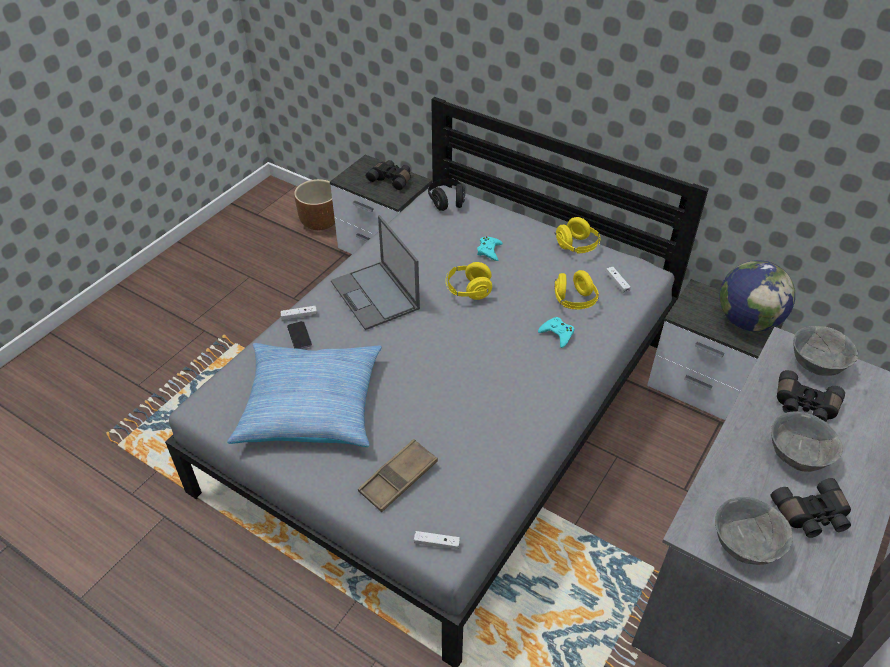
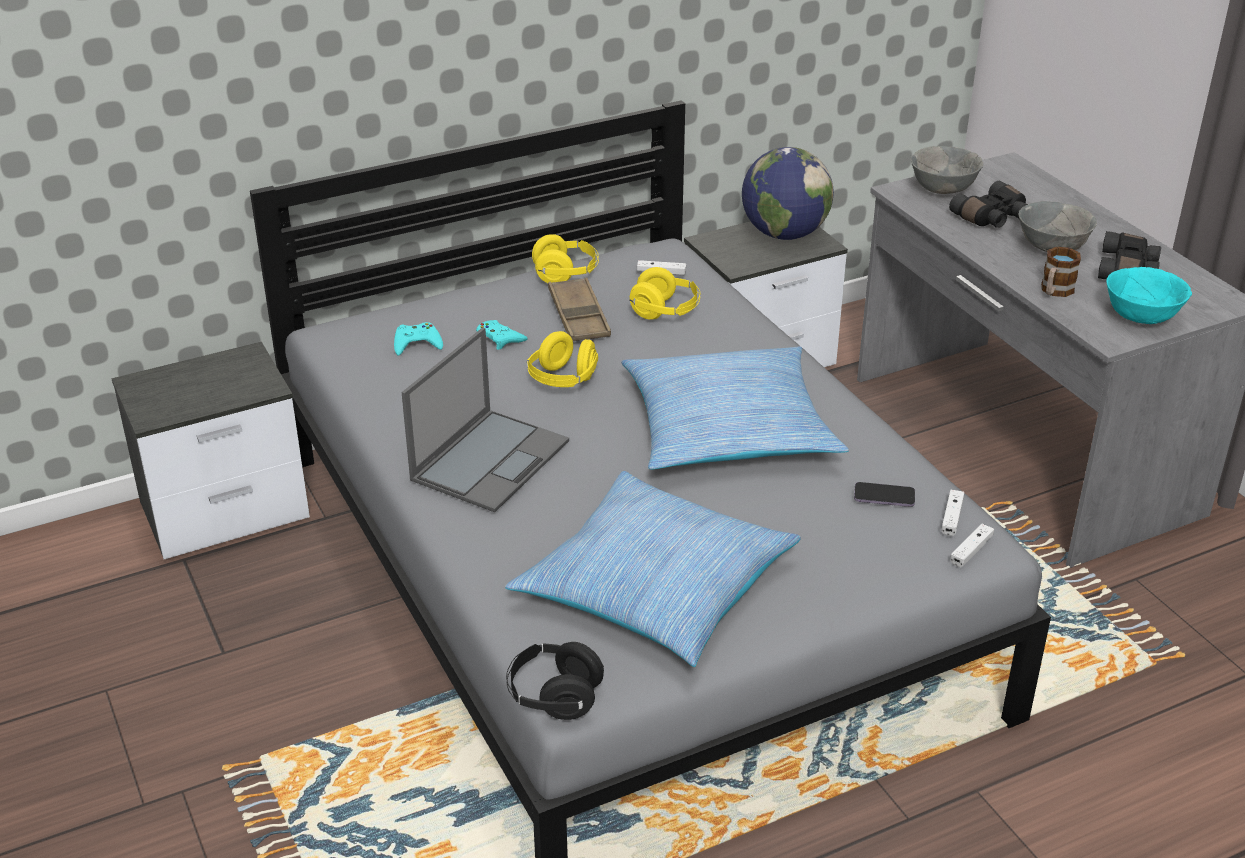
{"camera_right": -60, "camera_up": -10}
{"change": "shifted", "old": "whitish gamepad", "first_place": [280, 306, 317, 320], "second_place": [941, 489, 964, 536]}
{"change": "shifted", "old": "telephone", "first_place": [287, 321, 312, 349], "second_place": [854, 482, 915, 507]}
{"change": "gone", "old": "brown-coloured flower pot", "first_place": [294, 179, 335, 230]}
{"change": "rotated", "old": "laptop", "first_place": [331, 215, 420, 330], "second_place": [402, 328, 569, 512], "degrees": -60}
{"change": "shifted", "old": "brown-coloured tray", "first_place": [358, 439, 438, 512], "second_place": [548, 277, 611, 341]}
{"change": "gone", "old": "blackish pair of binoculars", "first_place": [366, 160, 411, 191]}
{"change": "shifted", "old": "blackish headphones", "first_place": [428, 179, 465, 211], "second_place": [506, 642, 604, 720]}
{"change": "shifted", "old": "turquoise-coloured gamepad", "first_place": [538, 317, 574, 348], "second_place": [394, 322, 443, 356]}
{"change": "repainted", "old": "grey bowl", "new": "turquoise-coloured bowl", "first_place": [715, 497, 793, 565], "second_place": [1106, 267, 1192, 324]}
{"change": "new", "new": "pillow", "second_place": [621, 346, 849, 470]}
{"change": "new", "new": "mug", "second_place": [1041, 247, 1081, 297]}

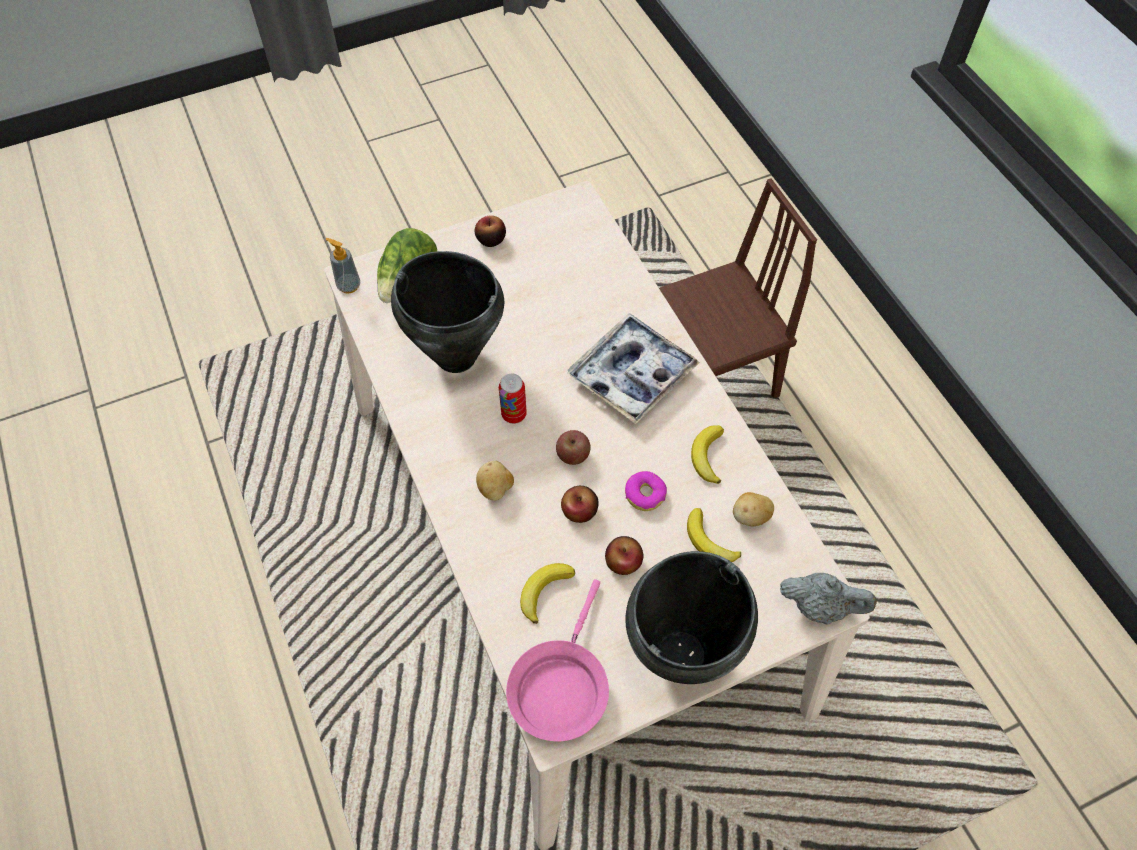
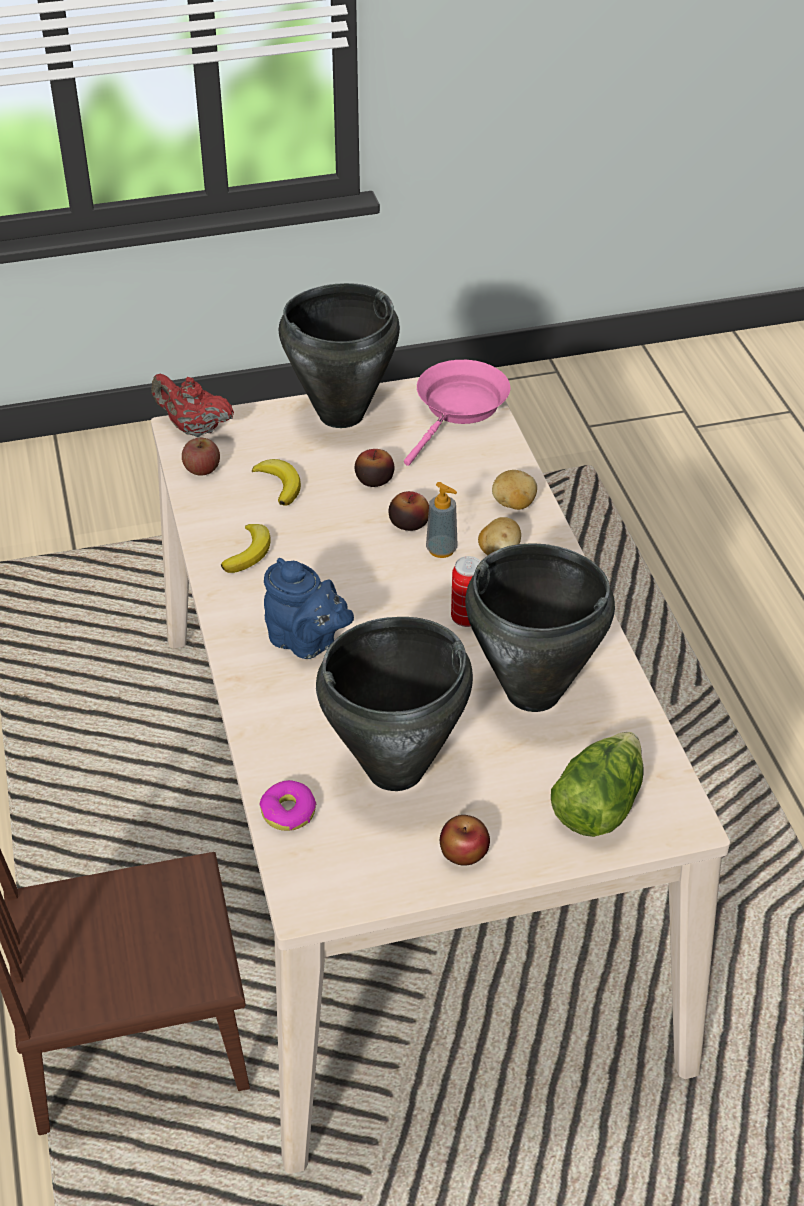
{"camera_right": -170, "camera_up": -15}
{"change": "shifted", "old": "liquid soap bottle", "first_place": [325, 238, 360, 294], "second_place": [426, 482, 457, 558]}
{"change": "gone", "old": "whole banana", "first_place": [520, 563, 575, 624]}
{"change": "shifted", "old": "apple fruit", "first_place": [556, 430, 591, 465], "second_place": [182, 438, 220, 476]}
{"change": "swapped", "old": "tray", "new": "bluish pot for tea", "first_place": [568, 313, 700, 424], "second_place": [264, 558, 354, 659]}
{"change": "shifted", "old": "doughnut", "first_place": [625, 471, 667, 511], "second_place": [259, 780, 316, 831]}
{"change": "shifted", "old": "whole potato", "first_place": [733, 492, 774, 526], "second_place": [492, 470, 537, 510]}
{"change": "repainted", "old": "grey pot for tea", "new": "red pot for tea", "first_place": [780, 573, 876, 625], "second_place": [151, 374, 234, 437]}
{"change": "new", "new": "blackish saucepot", "second_place": [316, 617, 473, 791]}

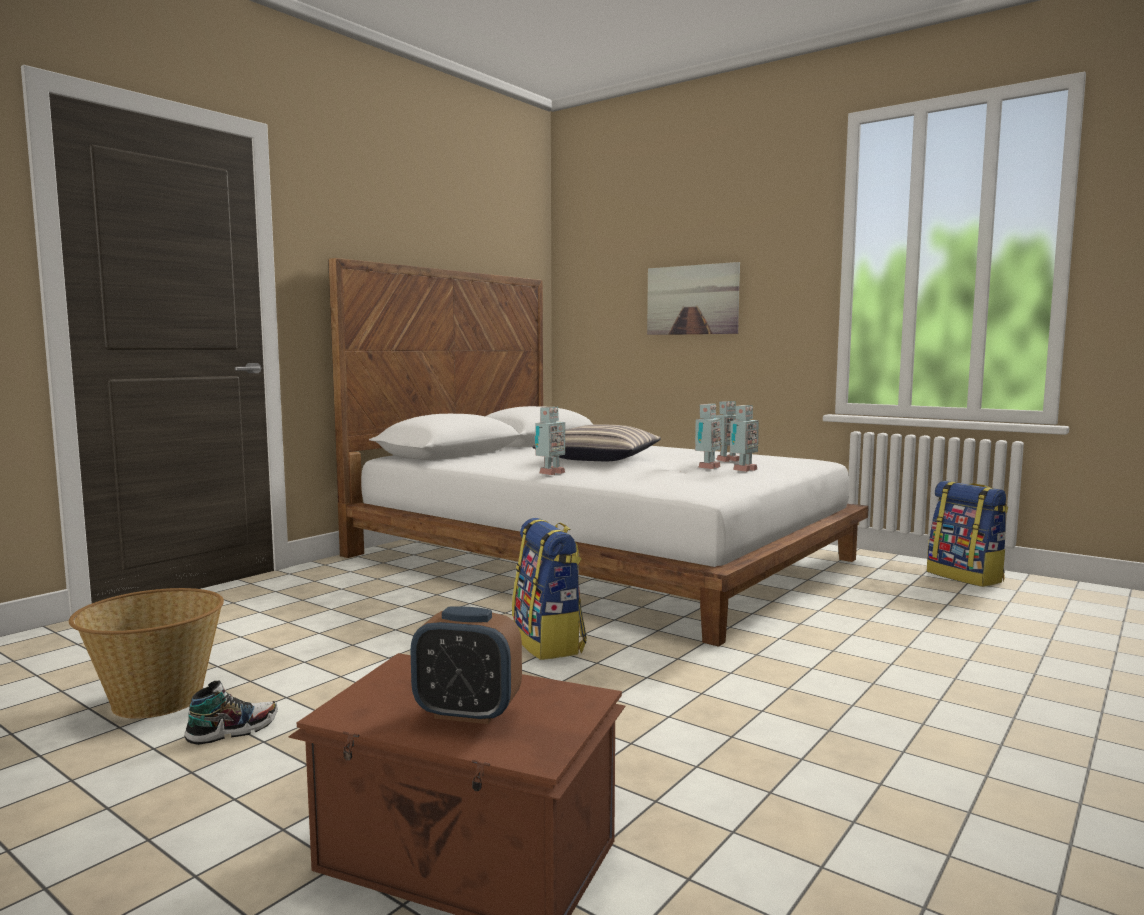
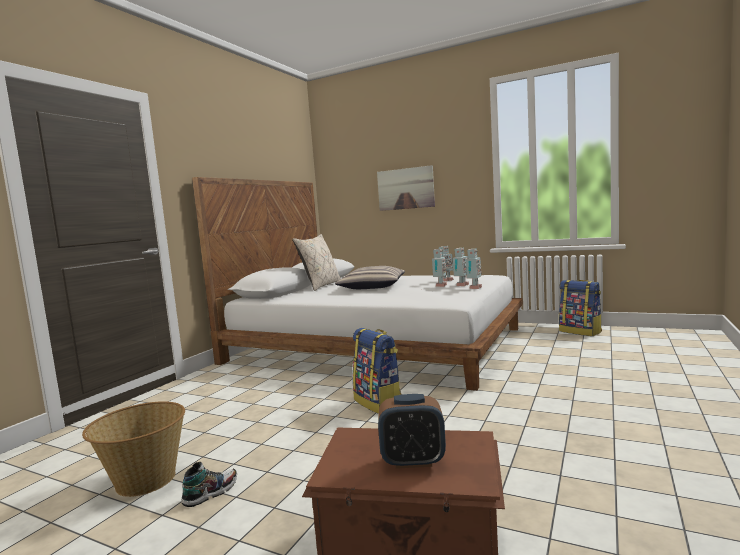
{"camera_right": -10, "camera_up": 0}
{"change": "shifted", "old": "toy robot", "first_place": [535, 407, 566, 475], "second_place": [466, 248, 482, 289]}
{"change": "new", "new": "beige-coloured pillow", "second_place": [292, 234, 341, 291]}

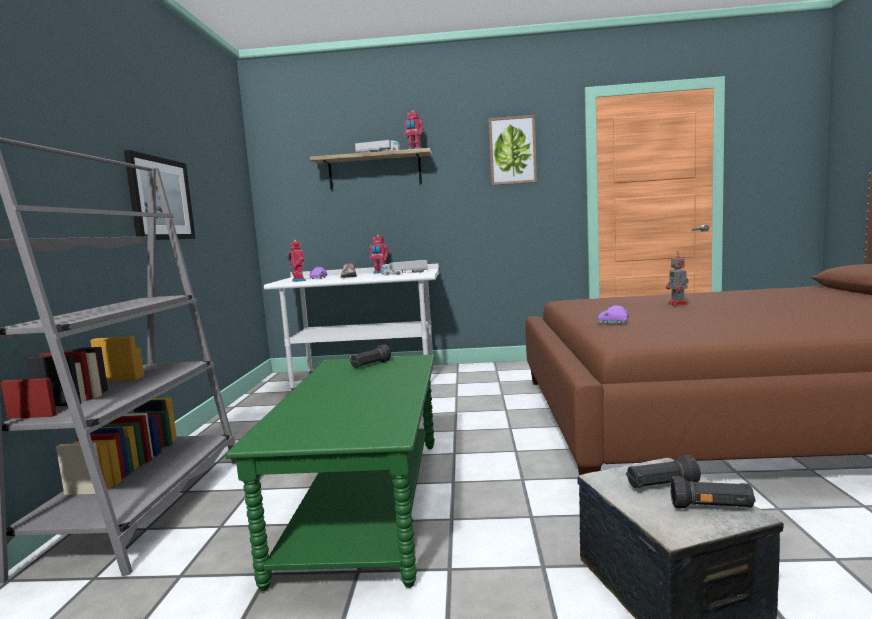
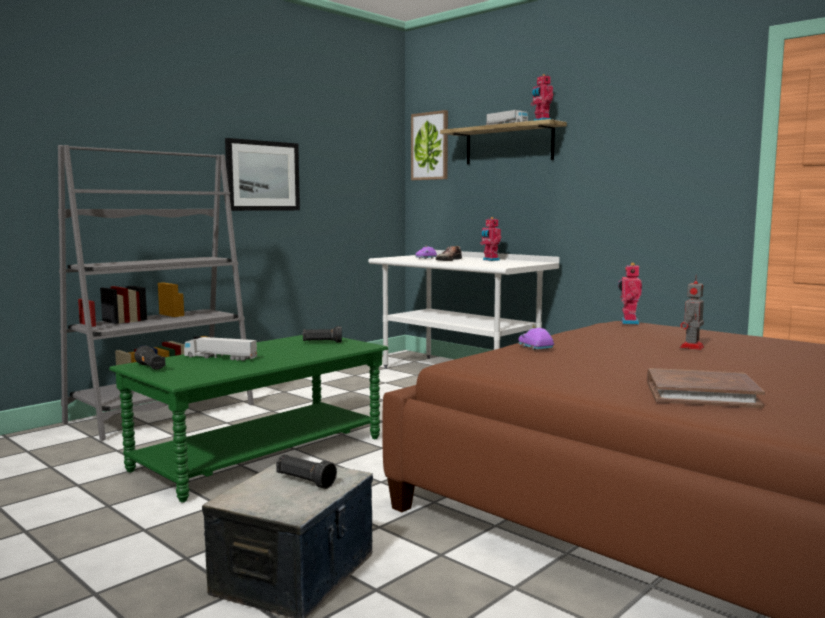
{"camera_right": 40, "camera_up": 0}
{"change": "shifted", "old": "toy robot", "first_place": [287, 240, 306, 282], "second_place": [618, 263, 642, 324]}
{"change": "shifted", "old": "toy truck", "first_place": [381, 260, 428, 276], "second_place": [184, 337, 258, 361]}
{"change": "shifted", "old": "wall picture", "first_place": [488, 115, 537, 185], "second_place": [411, 110, 448, 180]}
{"change": "shifted", "old": "blackish torch", "first_place": [670, 476, 755, 508], "second_place": [134, 346, 165, 370]}
{"change": "new", "new": "brown-coloured volume", "second_place": [647, 368, 765, 408]}

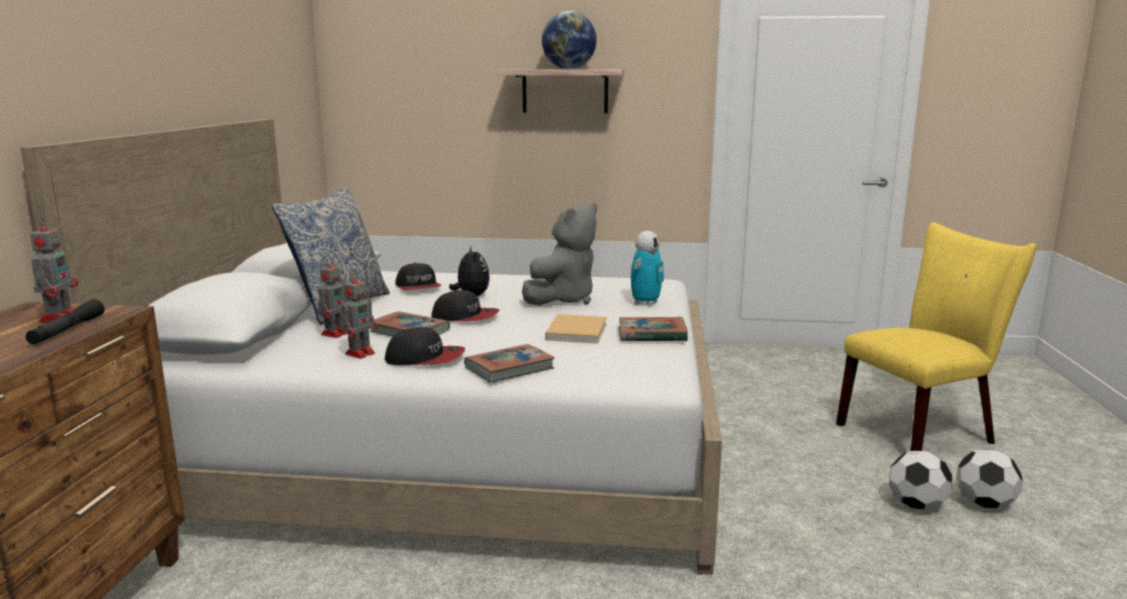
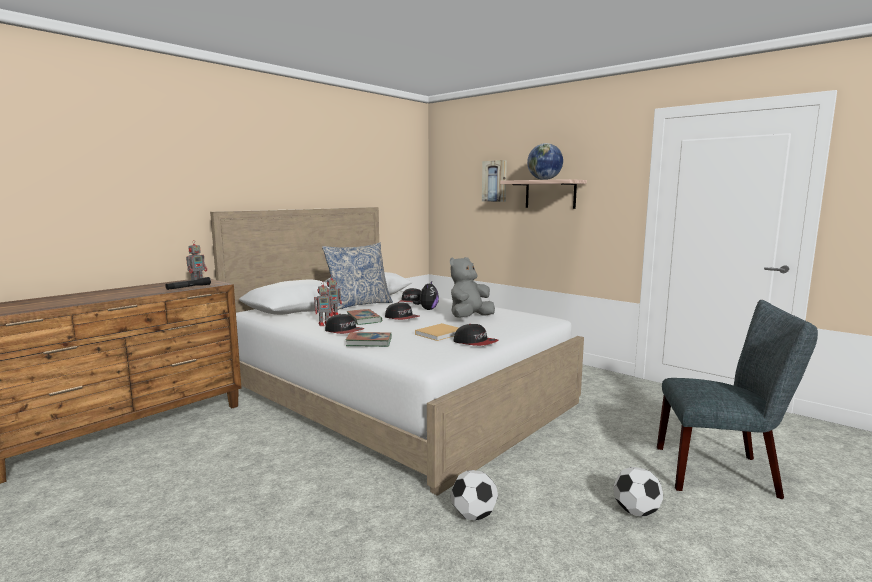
{"camera_right": 35, "camera_up": -5}
{"change": "rotated", "old": "grey soft toy", "first_place": [522, 203, 597, 306], "second_place": [450, 257, 495, 318], "degrees": 150}
{"change": "swapped", "old": "volume", "new": "baseball cap", "first_place": [619, 317, 688, 341], "second_place": [454, 324, 499, 346]}
{"change": "gone", "old": "toy robot", "first_place": [631, 231, 664, 306]}
{"change": "repainted", "old": "yellowish chair", "new": "grey chair", "first_place": [836, 222, 1037, 451], "second_place": [657, 300, 818, 499]}
{"change": "shifted", "old": "football ball", "first_place": [956, 450, 1023, 508], "second_place": [450, 470, 498, 520]}
{"change": "new", "new": "wall picture", "second_place": [482, 160, 507, 202]}

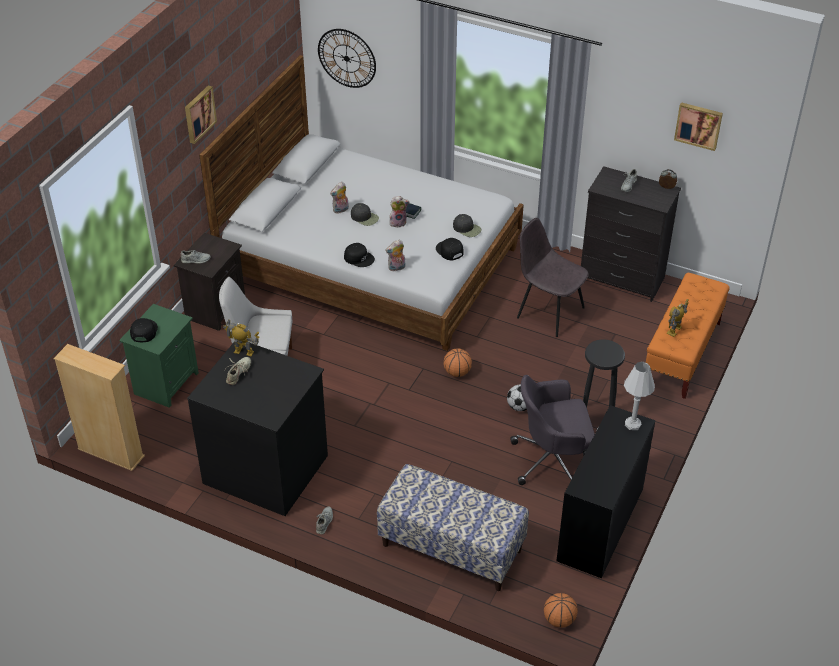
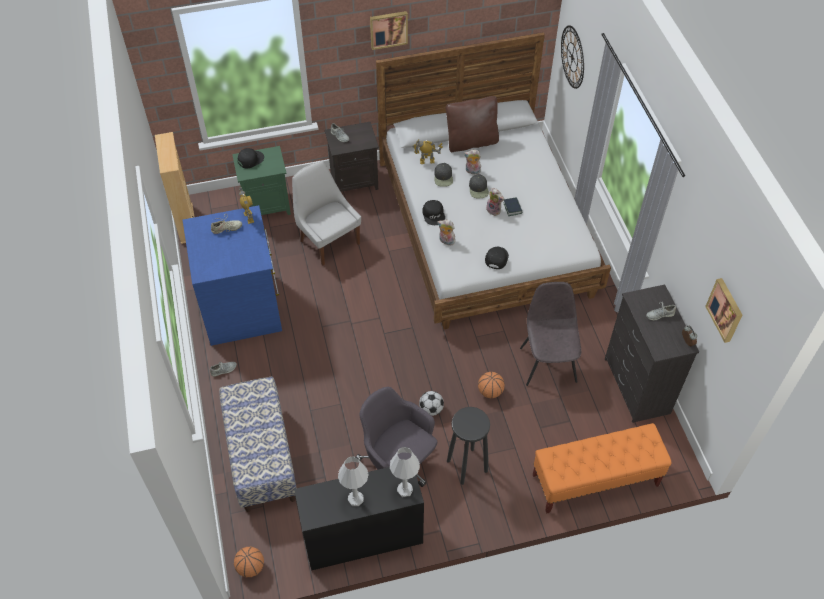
{"camera_right": 50, "camera_up": 10}
{"change": "repainted", "old": "blackish dresser", "new": "bluish dresser", "first_place": [187, 343, 328, 516], "second_place": [183, 205, 282, 346]}
{"change": "shifted", "old": "ball for basketball", "first_place": [443, 348, 472, 377], "second_place": [478, 372, 505, 398]}
{"change": "shifted", "old": "blackish baseball cap", "first_place": [453, 214, 481, 237], "second_place": [434, 163, 453, 187]}
{"change": "shifted", "old": "toy robot", "first_place": [667, 299, 689, 337], "second_place": [412, 139, 443, 164]}
{"change": "new", "new": "whitish lamp for a table", "second_place": [338, 456, 369, 506]}
{"change": "new", "new": "brown-coloured pillow", "second_place": [446, 96, 499, 152]}

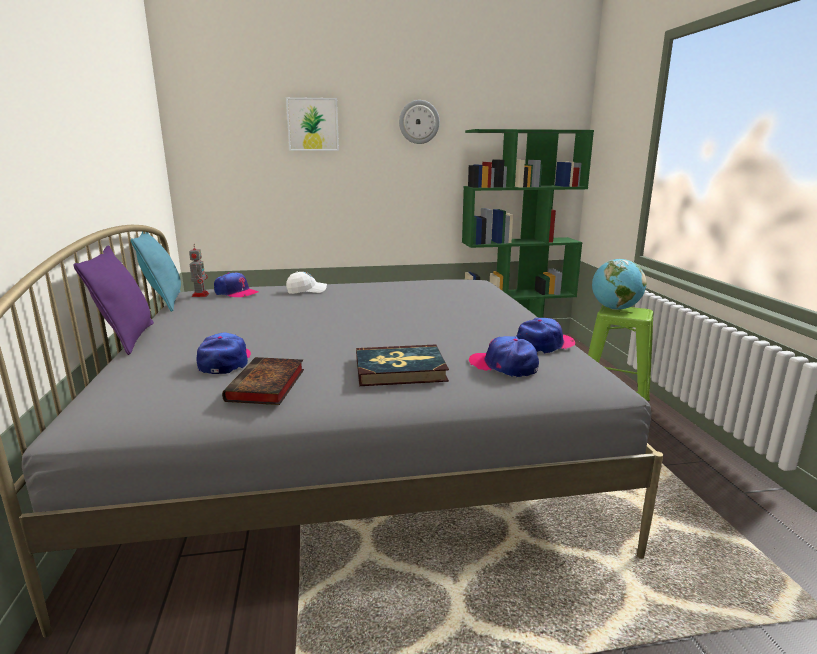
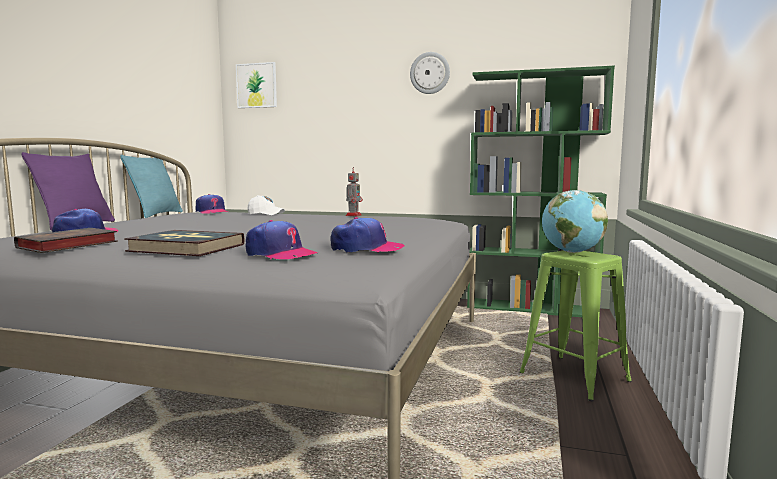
{"camera_right": 25, "camera_up": -10}
{"change": "shifted", "old": "toy robot", "first_place": [189, 244, 209, 297], "second_place": [346, 167, 363, 216]}
{"change": "shifted", "old": "wall picture", "first_place": [286, 97, 339, 151], "second_place": [236, 62, 277, 108]}
{"change": "rotated", "old": "baseball cap", "first_place": [469, 336, 539, 377], "second_place": [246, 220, 318, 259], "degrees": 150}

